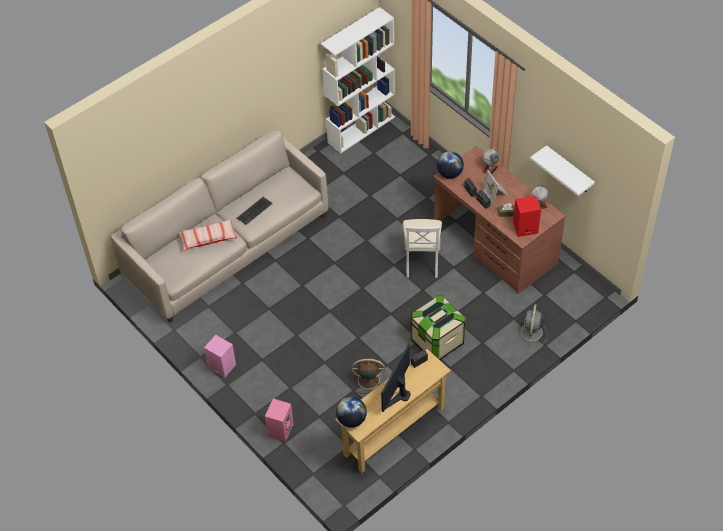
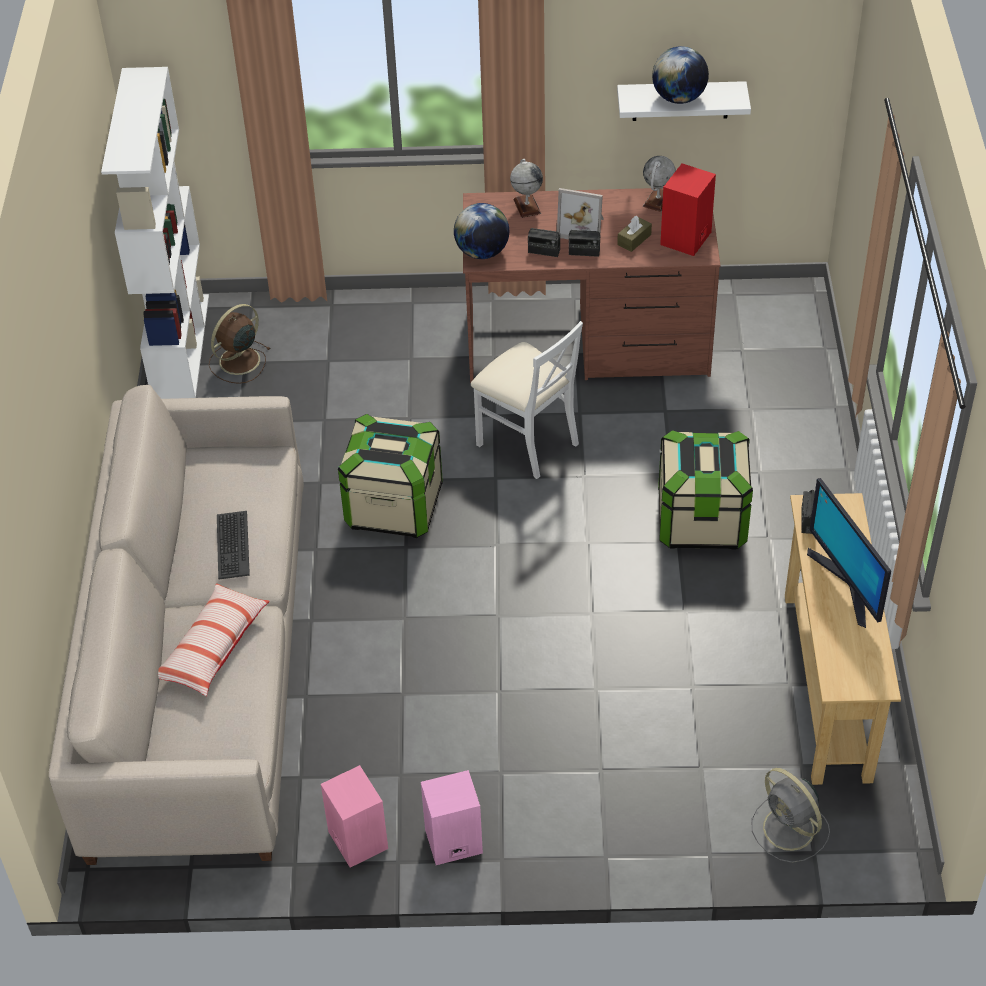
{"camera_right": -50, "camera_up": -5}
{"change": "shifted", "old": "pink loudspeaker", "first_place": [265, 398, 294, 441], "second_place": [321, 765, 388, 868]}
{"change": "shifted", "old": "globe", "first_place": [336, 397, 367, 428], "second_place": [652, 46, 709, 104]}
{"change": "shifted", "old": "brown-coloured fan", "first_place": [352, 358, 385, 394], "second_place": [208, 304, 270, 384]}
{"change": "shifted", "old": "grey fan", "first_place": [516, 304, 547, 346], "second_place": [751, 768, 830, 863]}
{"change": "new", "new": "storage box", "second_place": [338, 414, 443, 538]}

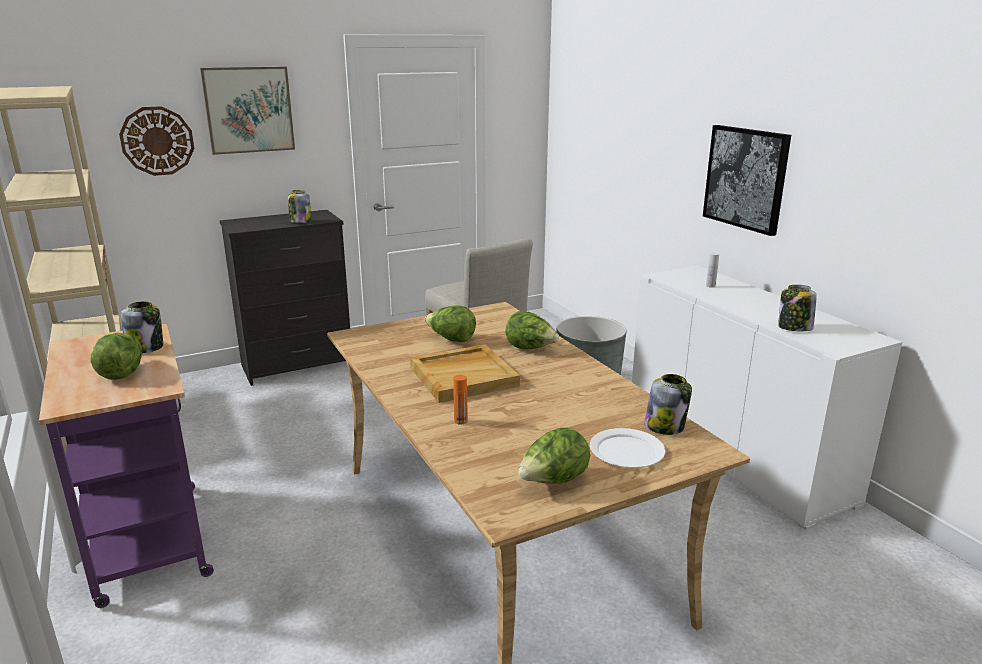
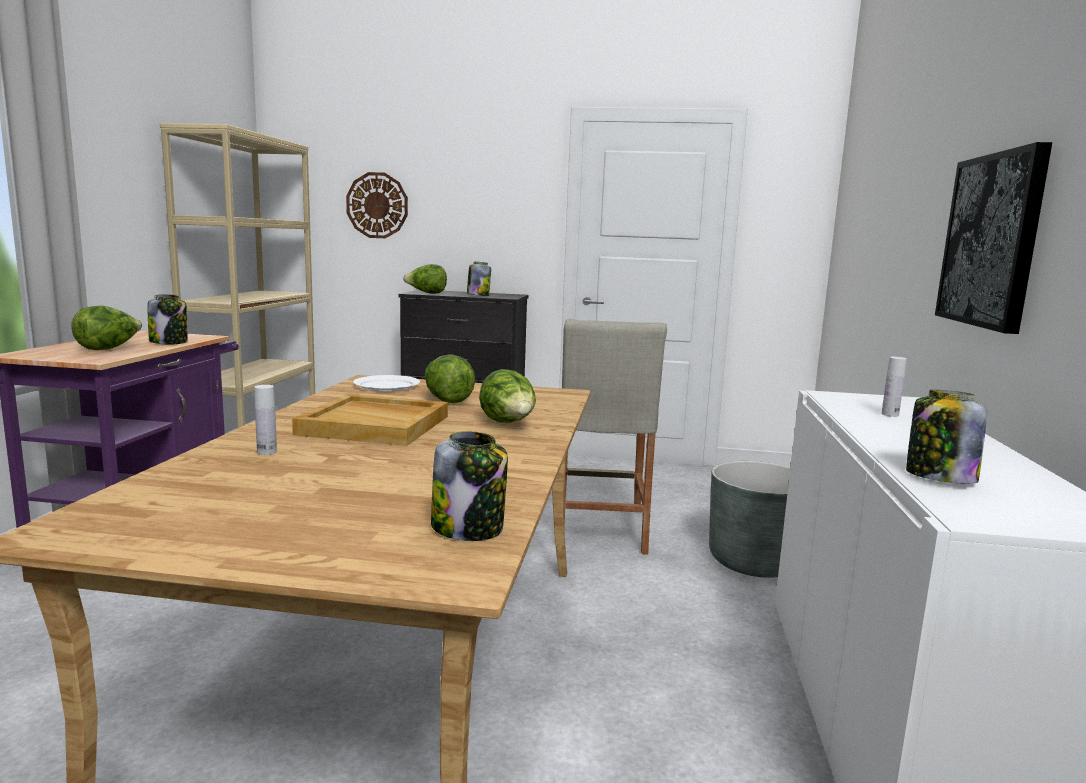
{"camera_right": 35, "camera_up": -10}
{"change": "gone", "old": "wall picture", "first_place": [200, 67, 295, 155]}
{"change": "repainted", "old": "orangey drink bottle", "new": "whitish drink bottle", "first_place": [453, 375, 468, 424], "second_place": [254, 385, 277, 455]}
{"change": "shifted", "old": "head of lettuce", "first_place": [518, 428, 590, 484], "second_place": [403, 264, 447, 294]}
{"change": "shifted", "old": "whitish flat dish", "first_place": [590, 428, 665, 468], "second_place": [353, 375, 420, 391]}

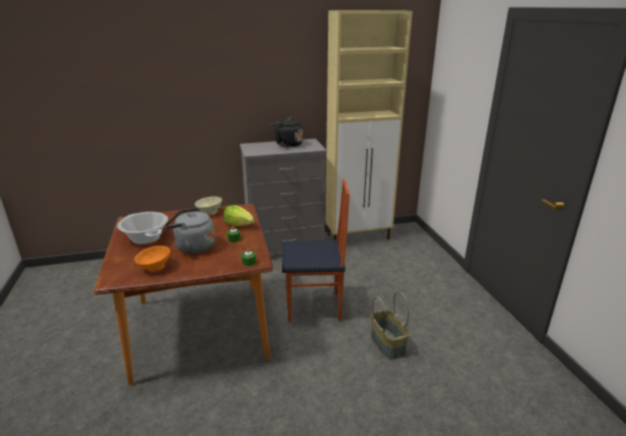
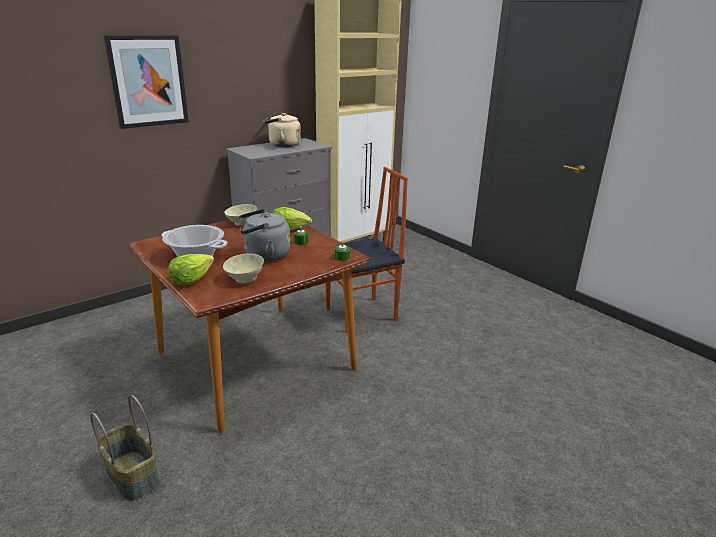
{"camera_right": -25, "camera_up": 0}
{"change": "repainted", "old": "orangey bowl", "new": "beige-coloured bowl", "first_place": [135, 246, 170, 272], "second_place": [223, 253, 264, 284]}
{"change": "repainted", "old": "blackish kettle", "new": "beige-coloured kettle", "first_place": [269, 117, 303, 147], "second_place": [263, 113, 301, 147]}
{"change": "shifted", "old": "storage basket", "first_place": [371, 292, 409, 360], "second_place": [90, 395, 160, 501]}
{"change": "new", "new": "wall picture", "second_place": [104, 35, 189, 129]}
{"change": "new", "new": "head of lettuce", "second_place": [168, 254, 214, 285]}

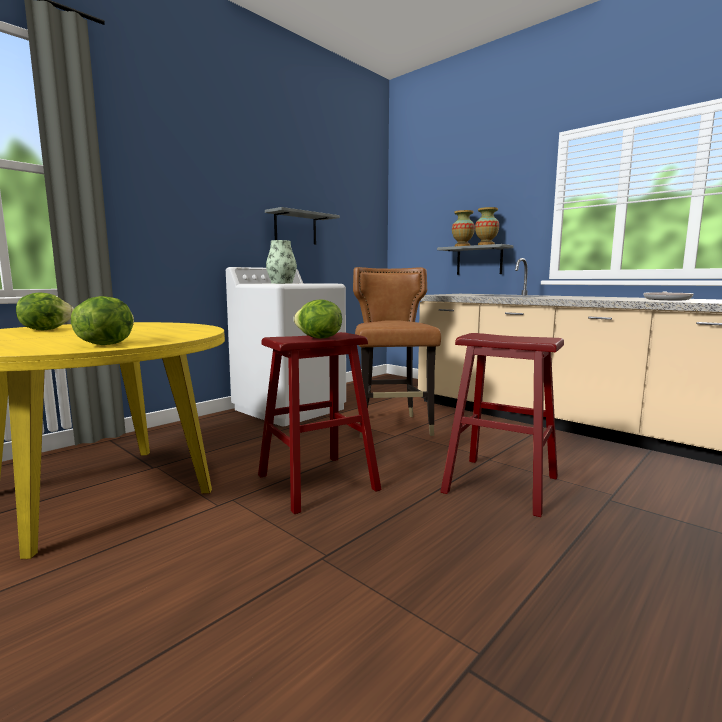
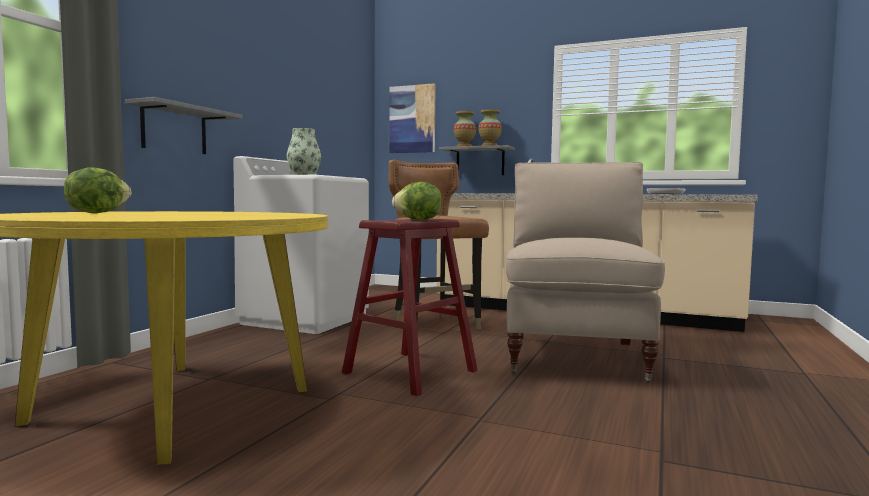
{"camera_right": -20, "camera_up": -5}
{"change": "gone", "old": "head of lettuce", "first_place": [71, 296, 134, 345]}
{"change": "shifted", "old": "grey shelf", "first_place": [265, 207, 340, 245], "second_place": [125, 97, 243, 154]}
{"change": "swapped", "old": "red sitting stool", "new": "beige-coloured chair", "first_place": [440, 333, 564, 517], "second_place": [506, 162, 665, 383]}
{"change": "new", "new": "wall picture", "second_place": [389, 83, 436, 153]}

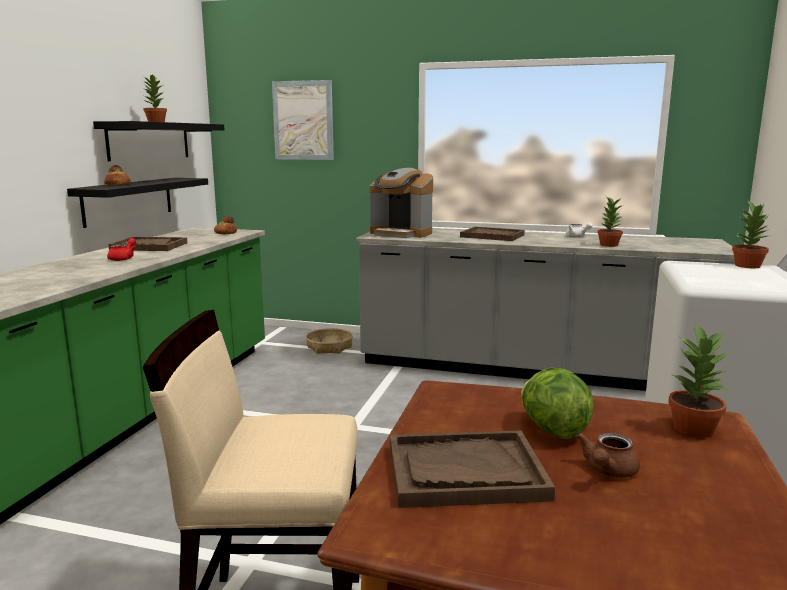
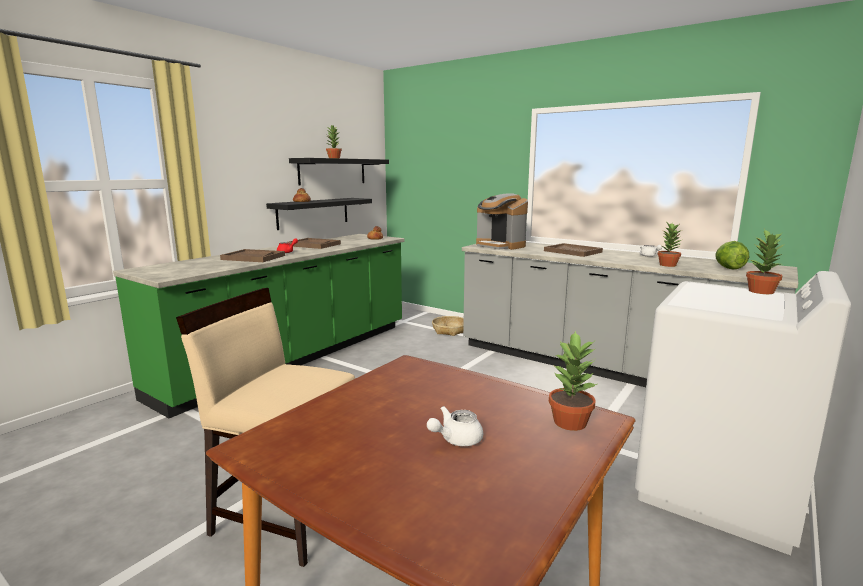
{"camera_right": 20, "camera_up": 0}
{"change": "gone", "old": "wall picture", "first_place": [272, 80, 334, 160]}
{"change": "shifted", "old": "brown-coloured tray", "first_place": [390, 430, 555, 508], "second_place": [220, 249, 285, 262]}
{"change": "shifted", "old": "head of lettuce", "first_place": [521, 367, 594, 439], "second_place": [715, 241, 749, 269]}
{"change": "repainted", "old": "brown-coloured pot for tea", "new": "whitish pot for tea", "first_place": [576, 433, 640, 478], "second_place": [427, 406, 483, 446]}

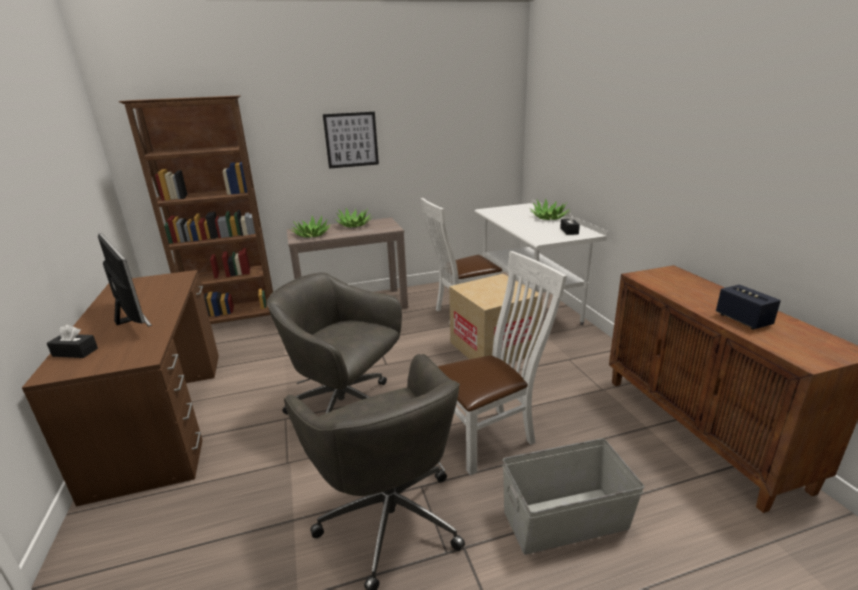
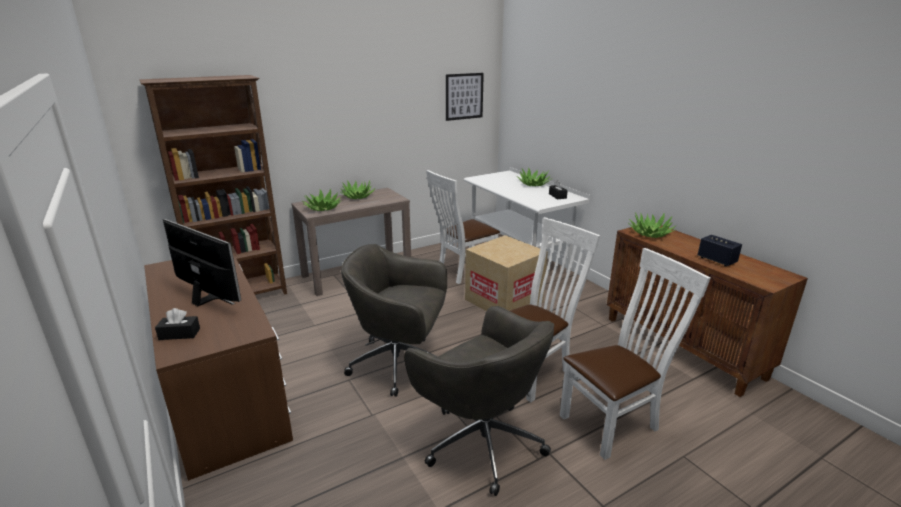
{"camera_right": -15, "camera_up": 0}
{"change": "shifted", "old": "wall picture", "first_place": [323, 112, 379, 169], "second_place": [446, 73, 484, 121]}
{"change": "swapped", "old": "grey storage box", "new": "whitish chair", "first_place": [502, 438, 645, 555], "second_place": [560, 248, 710, 460]}
{"change": "new", "new": "potted plant", "second_place": [628, 212, 676, 238]}

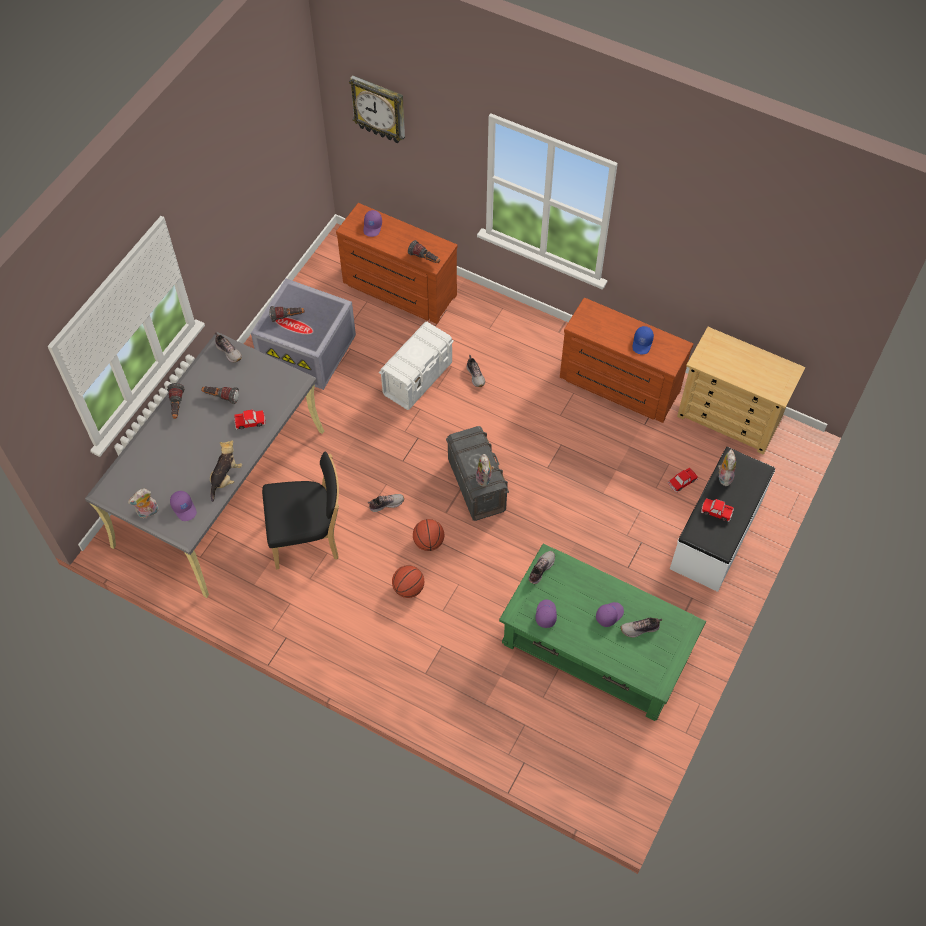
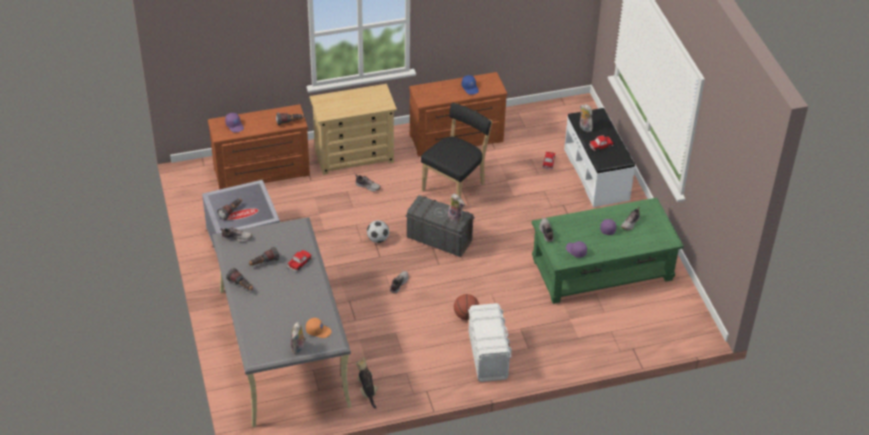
{"camera_right": -45, "camera_up": -15}
{"change": "repainted", "old": "purple-coloured baseball cap", "new": "orangey baseball cap", "first_place": [170, 491, 197, 521], "second_place": [306, 318, 332, 338]}
{"change": "shifted", "old": "soft toy", "first_place": [210, 440, 242, 502], "second_place": [356, 357, 379, 409]}
{"change": "shifted", "old": "blackish chair", "first_place": [262, 452, 339, 570], "second_place": [421, 103, 492, 198]}
{"change": "gone", "old": "wall clock", "first_place": [349, 75, 405, 143]}
{"change": "shifted", "old": "whitish storage box", "first_place": [379, 322, 454, 410], "second_place": [468, 303, 512, 382]}
{"change": "gone", "old": "ball for basketball", "first_place": [413, 519, 444, 551]}
{"change": "shifted", "old": "beige-coloured dresser", "first_place": [677, 327, 806, 455], "second_place": [309, 84, 397, 175]}
{"change": "new", "new": "football ball", "second_place": [367, 220, 389, 243]}

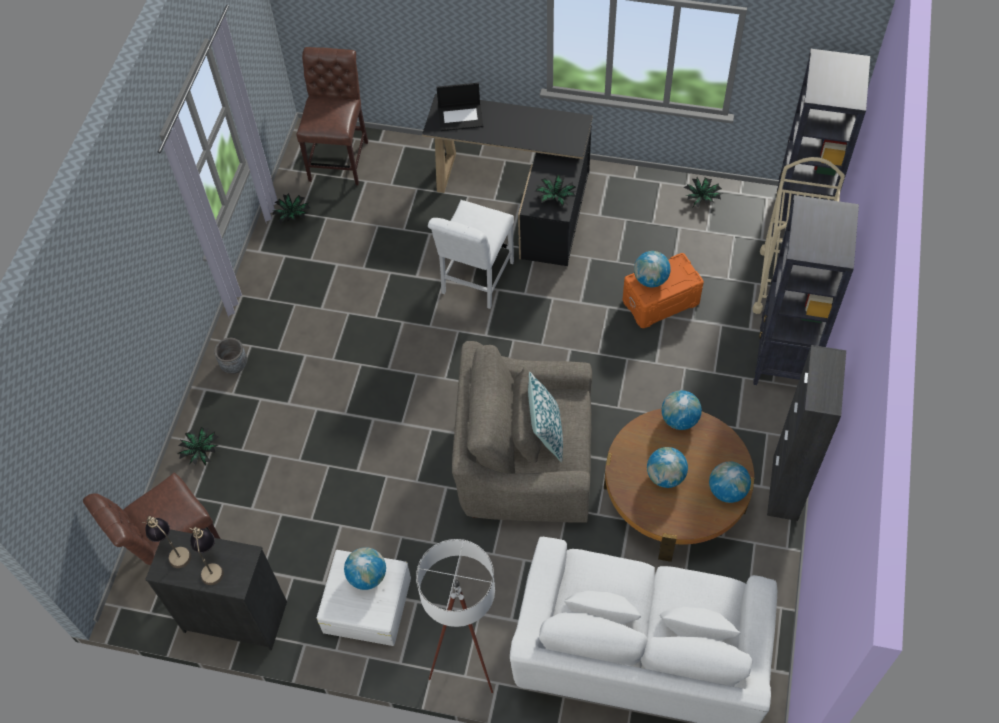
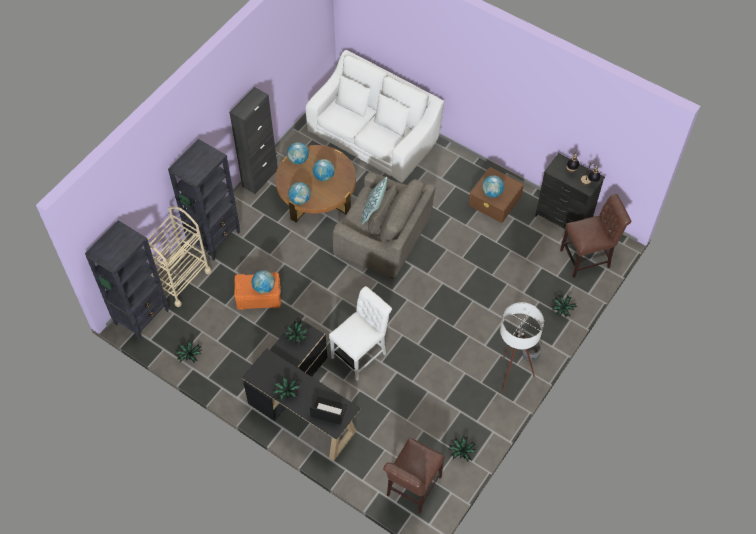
{"camera_right": -160, "camera_up": 0}
{"change": "repainted", "old": "whitish storage box", "new": "brown-coloured storage box", "first_place": [317, 550, 411, 646], "second_place": [469, 167, 524, 223]}
{"change": "shifted", "old": "whitish standing lamp", "first_place": [416, 539, 495, 693], "second_place": [500, 302, 544, 394]}
{"change": "new", "new": "potted plant", "second_place": [272, 375, 301, 401]}

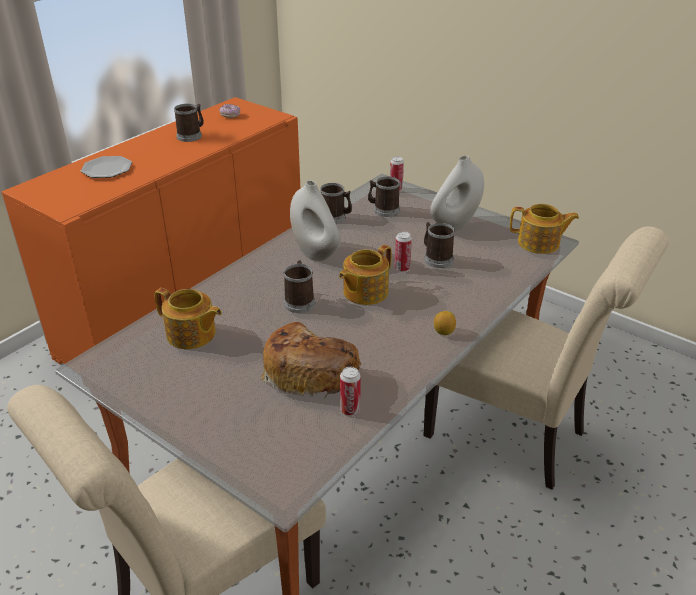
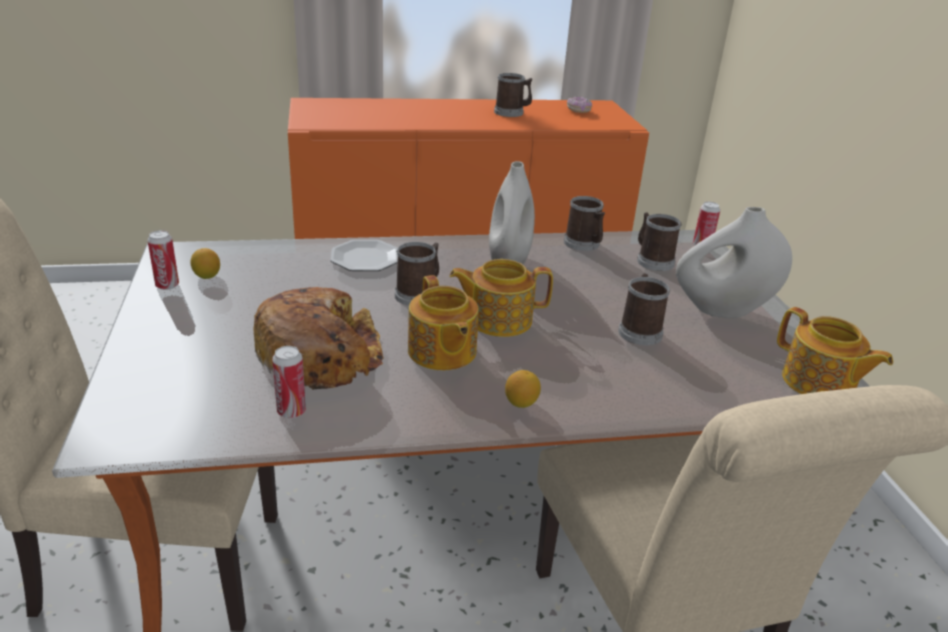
{"camera_right": 40, "camera_up": -5}
{"change": "shifted", "old": "flat dish", "first_place": [81, 156, 132, 178], "second_place": [330, 240, 398, 271]}
{"change": "shifted", "old": "pot for tea", "first_place": [155, 288, 222, 349], "second_place": [408, 275, 479, 370]}
{"change": "shifted", "old": "can", "first_place": [394, 231, 412, 272], "second_place": [147, 230, 179, 290]}
{"change": "new", "new": "citrus fruit", "second_place": [190, 248, 220, 279]}

